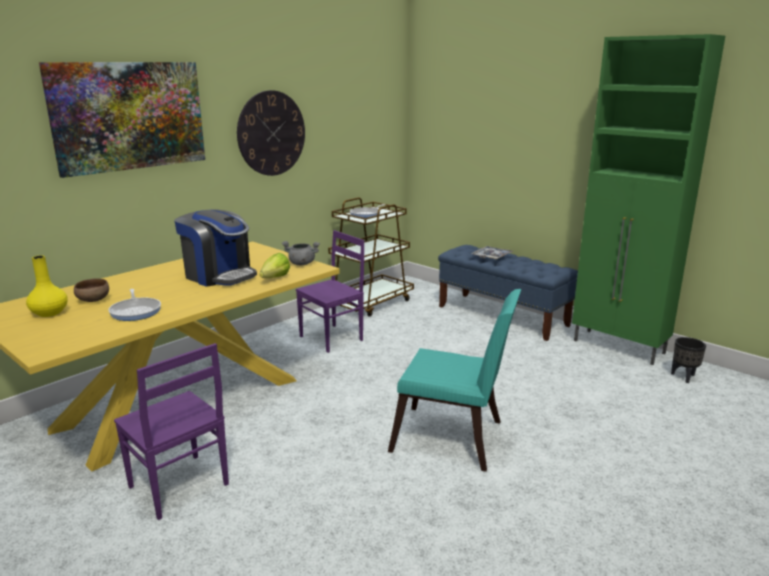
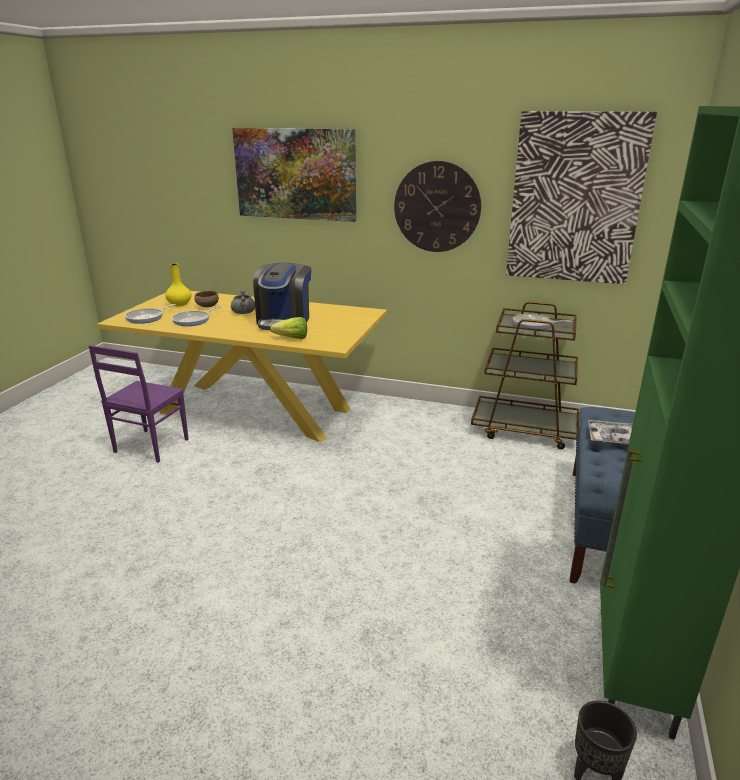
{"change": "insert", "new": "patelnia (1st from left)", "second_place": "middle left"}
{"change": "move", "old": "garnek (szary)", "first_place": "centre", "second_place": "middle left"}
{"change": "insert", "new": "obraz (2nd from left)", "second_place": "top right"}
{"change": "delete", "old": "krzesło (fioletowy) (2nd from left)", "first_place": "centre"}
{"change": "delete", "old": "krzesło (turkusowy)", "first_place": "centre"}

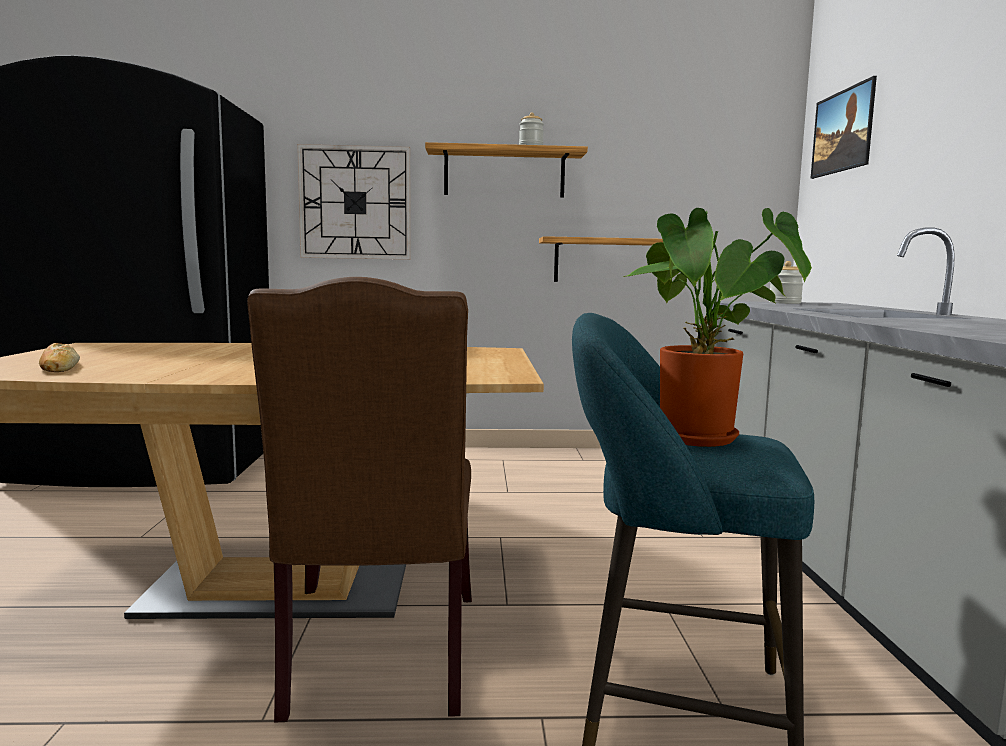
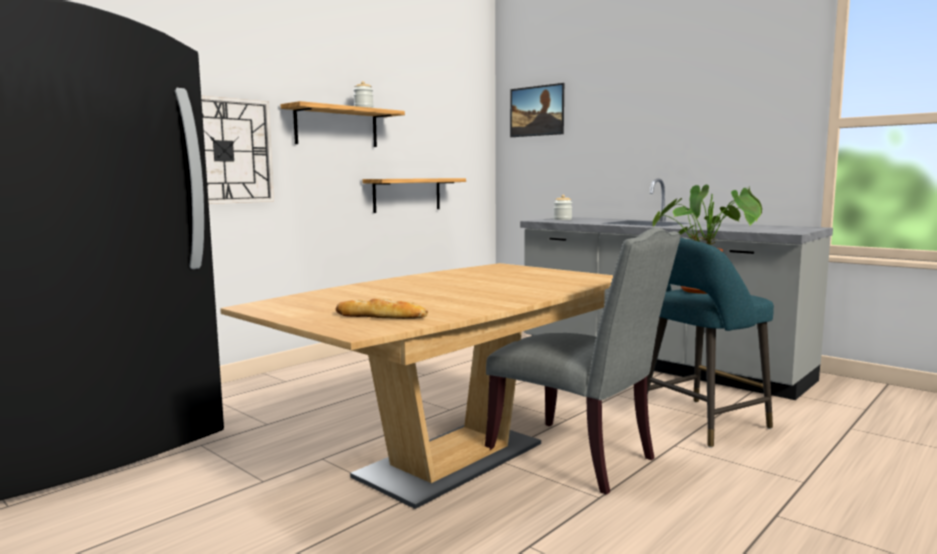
{"change": "recolor", "old": "krzesło (brązowy)", "new": "krzesło (szary)", "first_place": "bottom centre", "second_place": "centre"}

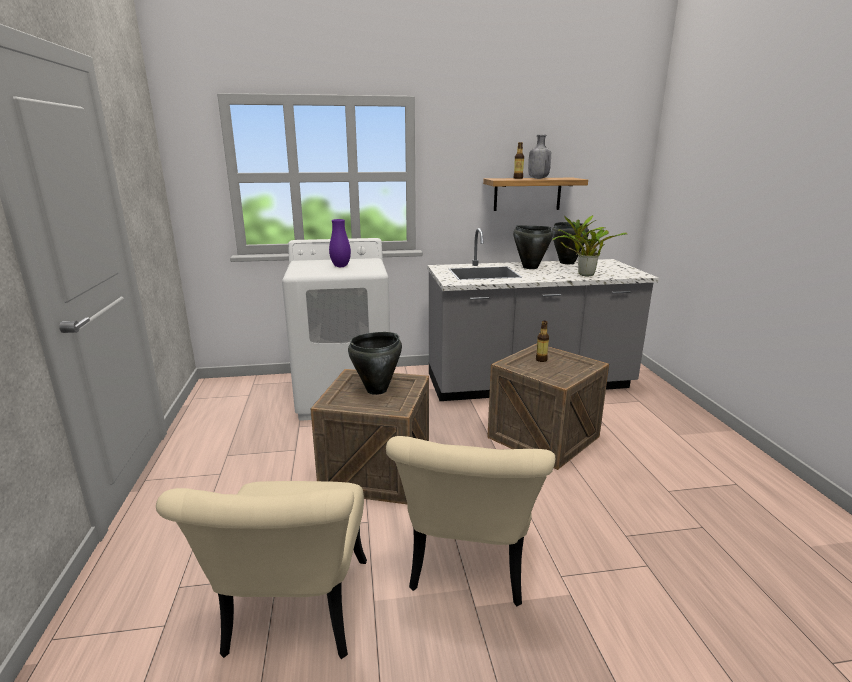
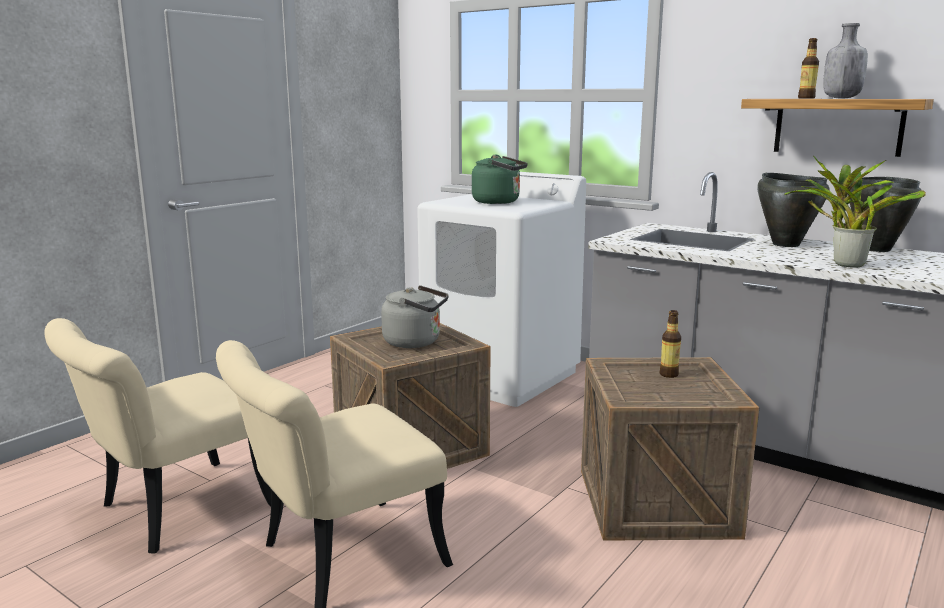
{"change": "replace", "old": "garnek (czarny) (1st from left)", "new": "czajnik (szary)", "first_place": "centre", "second_place": "centre"}
{"change": "replace", "old": "wazon (fioletowy)", "new": "czajnik (zielony)", "first_place": "centre", "second_place": "top centre"}

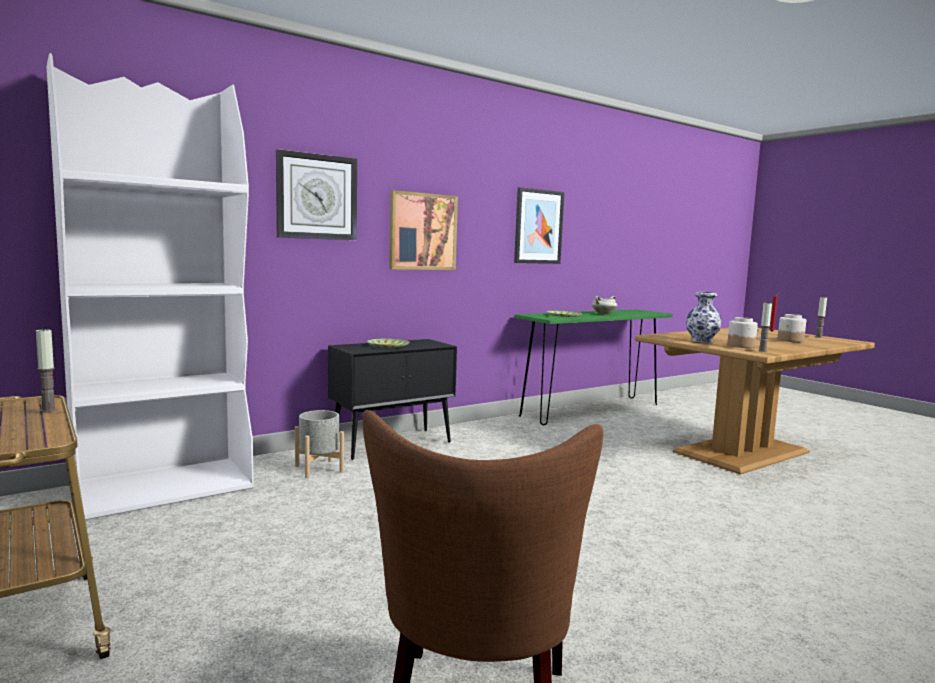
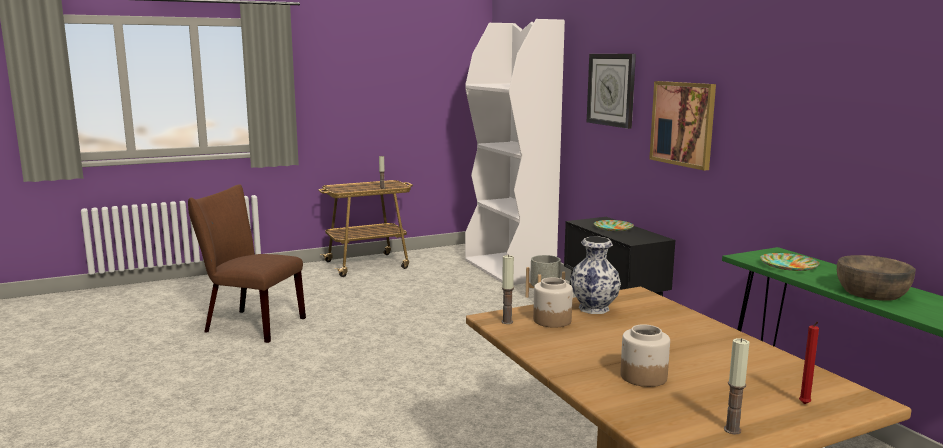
{"change": "replace", "old": "garnek (biały)", "new": "miska (brązowy)", "first_place": "centre", "second_place": "middle right"}
{"change": "delete", "old": "obraz (2nd from left)", "first_place": "top centre"}

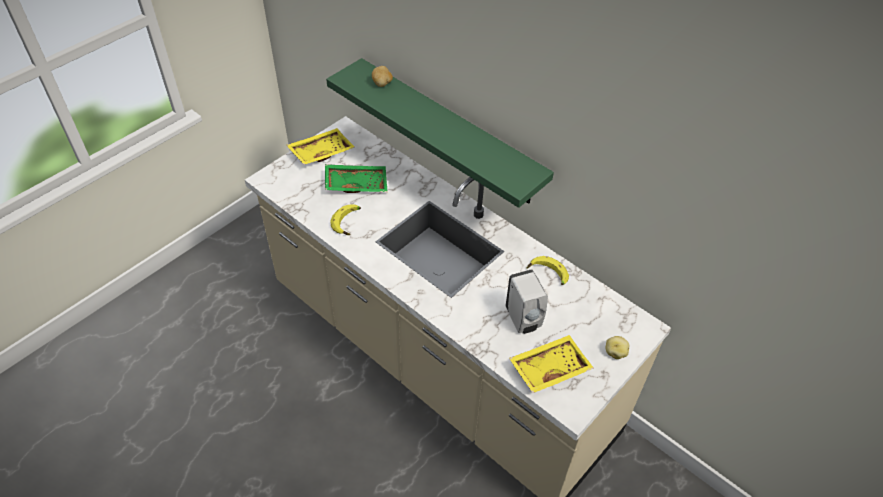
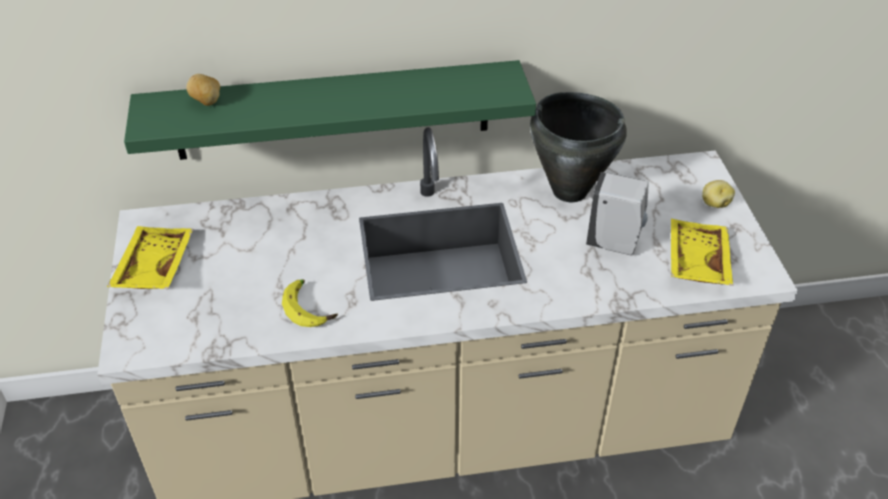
{"change": "replace", "old": "banan (2nd from left)", "new": "garnek (czarny)", "first_place": "centre", "second_place": "top centre"}
{"change": "delete", "old": "taca (zielony)", "first_place": "centre"}

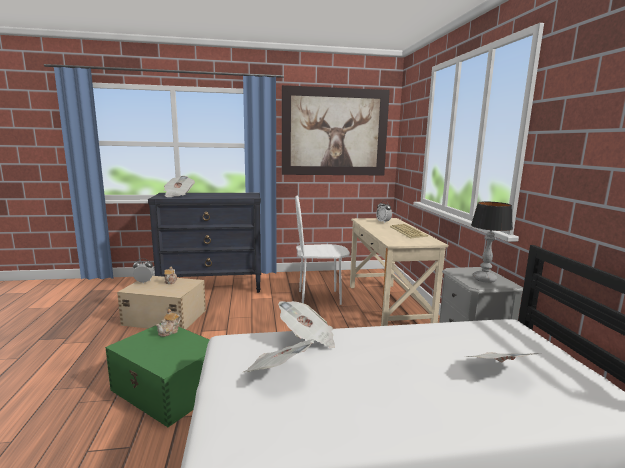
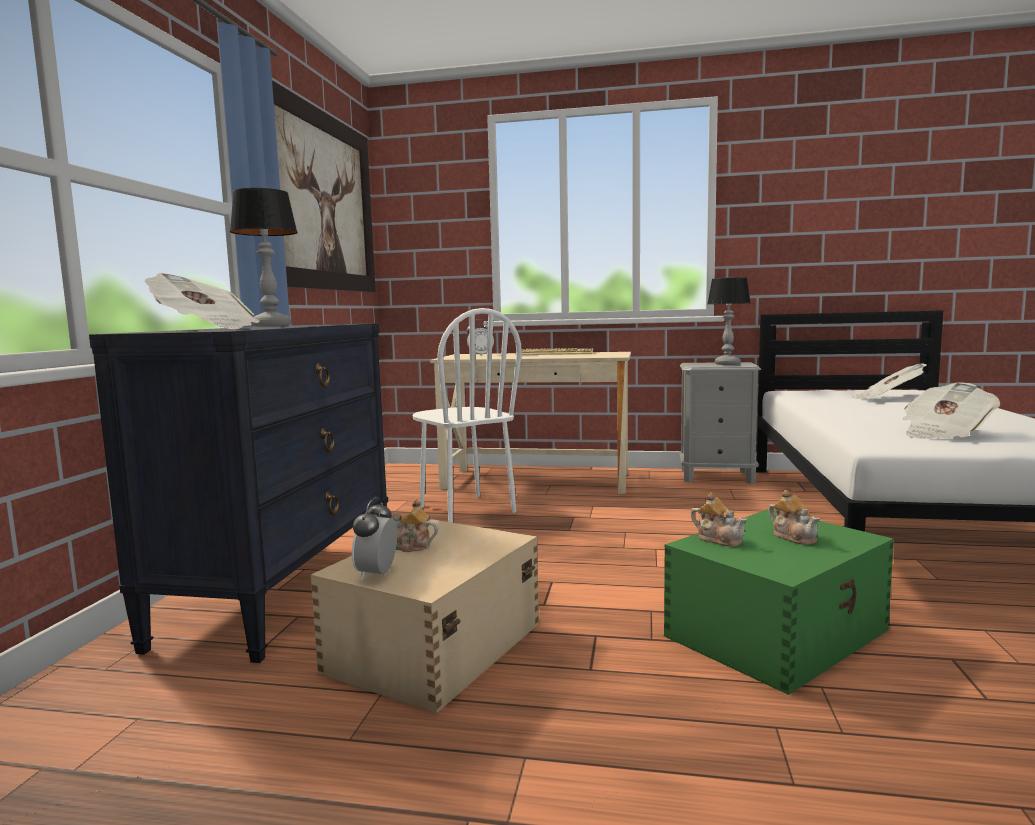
{"change": "insert", "new": "lampa stołowa (1st from left)", "second_place": "top left"}
{"change": "rotate", "old": "krzesło (biały)", "first_place": "centre", "second_place": "centre", "degrees": -45}
{"change": "insert", "new": "imbryk (3rd from left)", "second_place": "middle right"}
{"change": "delete", "old": "gazeta (3rd from left)", "first_place": "bottom centre"}

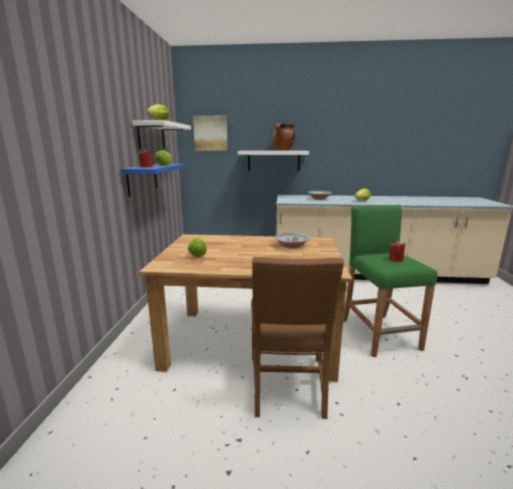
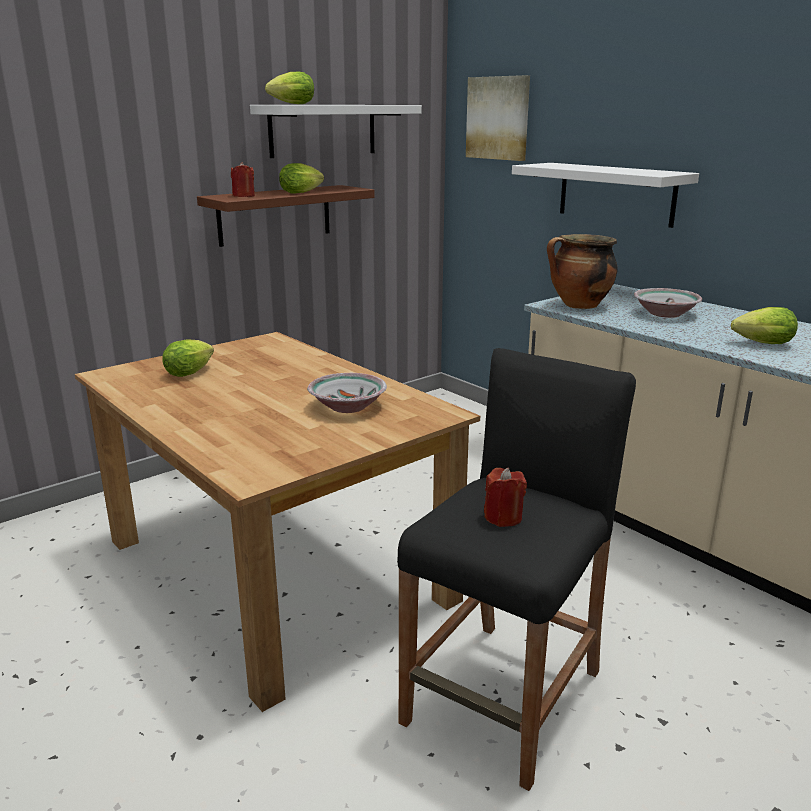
{"change": "recolor", "old": "półka (niebieski)", "new": "półka (brązowy)", "first_place": "middle left", "second_place": "top centre"}
{"change": "recolor", "old": "stołek (zielony)", "new": "stołek (czarny)", "first_place": "middle right", "second_place": "bottom centre"}
{"change": "move", "old": "garnek", "first_place": "top centre", "second_place": "middle right"}
{"change": "delete", "old": "krzesło (brązowy)", "first_place": "bottom centre"}

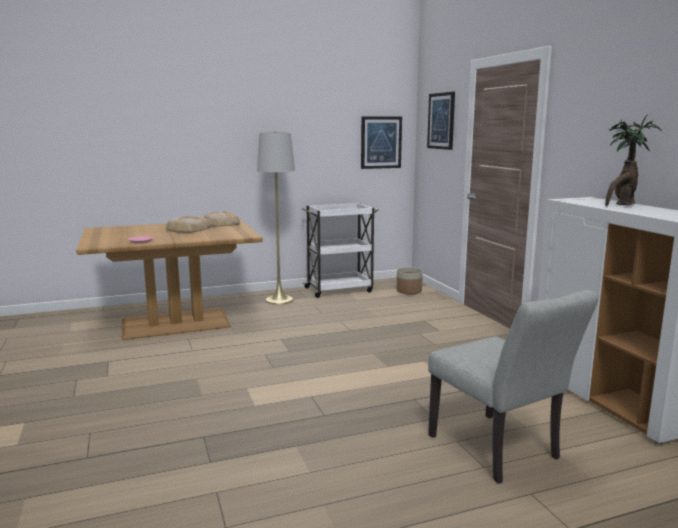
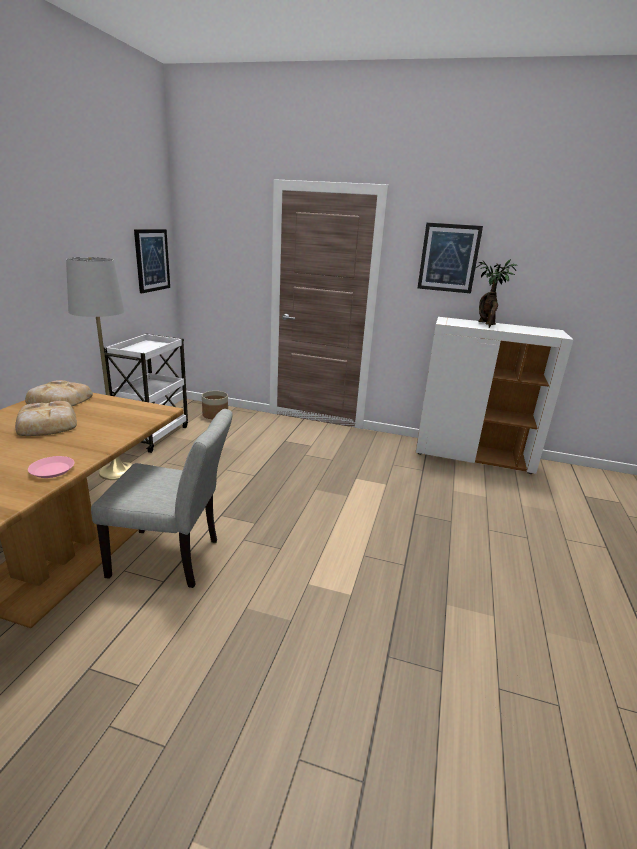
{"change": "move", "old": "krzesło (szary)", "first_place": "bottom right", "second_place": "middle left"}
{"change": "move", "old": "obraz (2nd from left)", "first_place": "top centre", "second_place": "top right"}

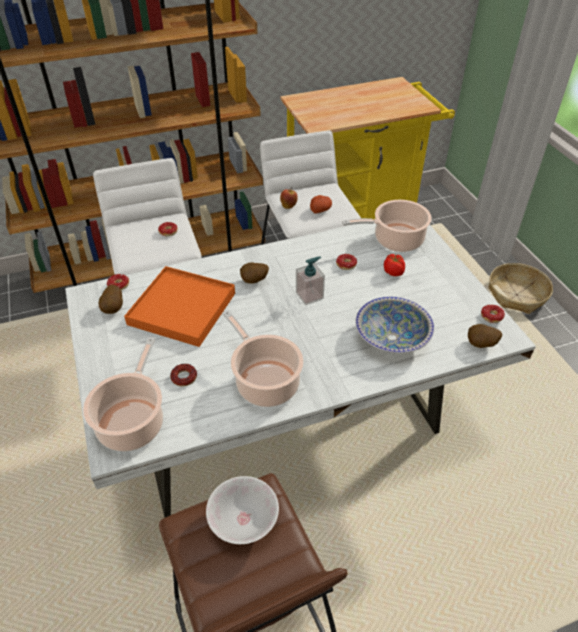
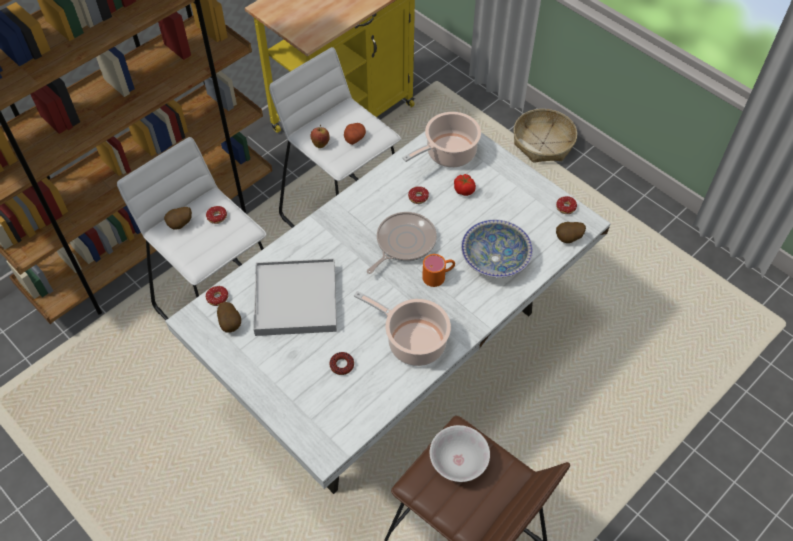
{"change": "move", "old": "ziemniak (2nd from left in the first image)", "new": "ziemniak (1st from left)", "first_place": "centre", "second_place": "middle left"}
{"change": "recolor", "old": "taca (pomarańczowy)", "new": "taca (biały)", "first_place": "middle left", "second_place": "centre"}
{"change": "replace", "old": "dozownik mydła", "new": "patelnia", "first_place": "centre", "second_place": "centre"}
{"change": "insert", "new": "kubek (pomarańczowy)", "second_place": "centre"}
{"change": "delete", "old": "garnek (1st from left)", "first_place": "middle left"}

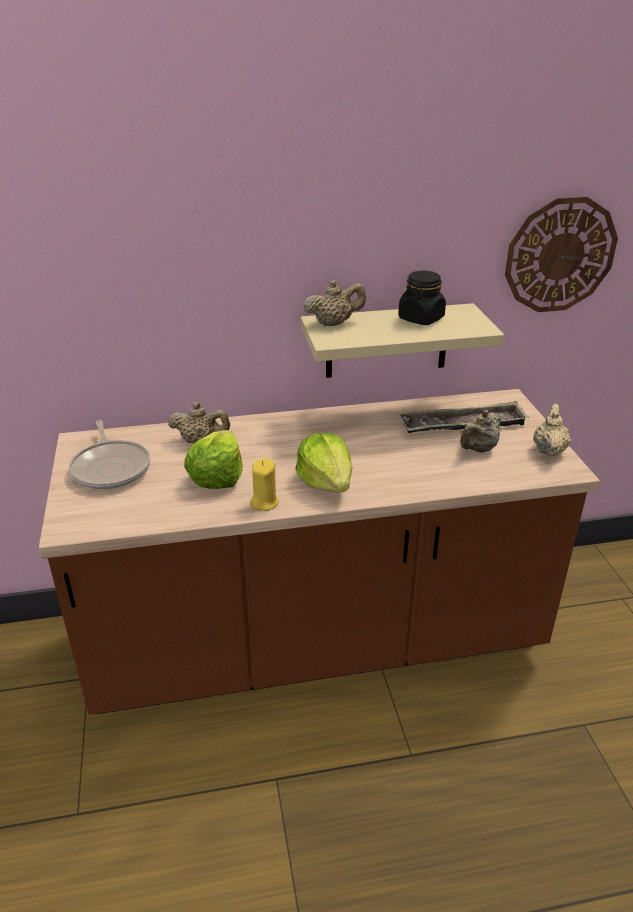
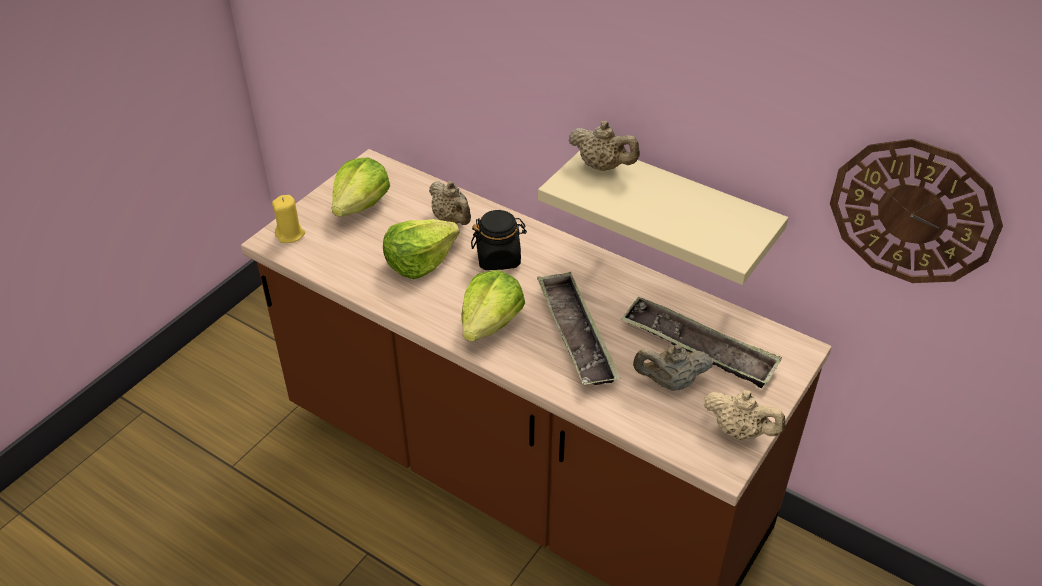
{"change": "move", "old": "świeca (żółty)", "first_place": "centre", "second_place": "middle left"}
{"change": "replace", "old": "patelnia", "new": "sałata (1st from left)", "first_place": "middle left", "second_place": "top centre"}
{"change": "move", "old": "słoik (czarny)", "first_place": "top right", "second_place": "centre"}
{"change": "insert", "new": "taca (1st from left)", "second_place": "centre"}
{"change": "rotate", "old": "imbryk (beżowy) (4th from left)", "first_place": "middle right", "second_place": "bottom right", "degrees": 60}

